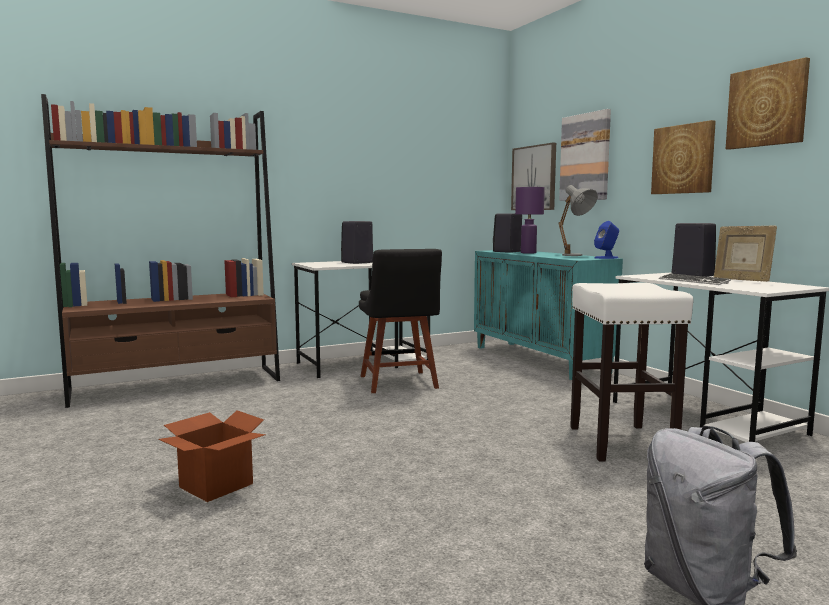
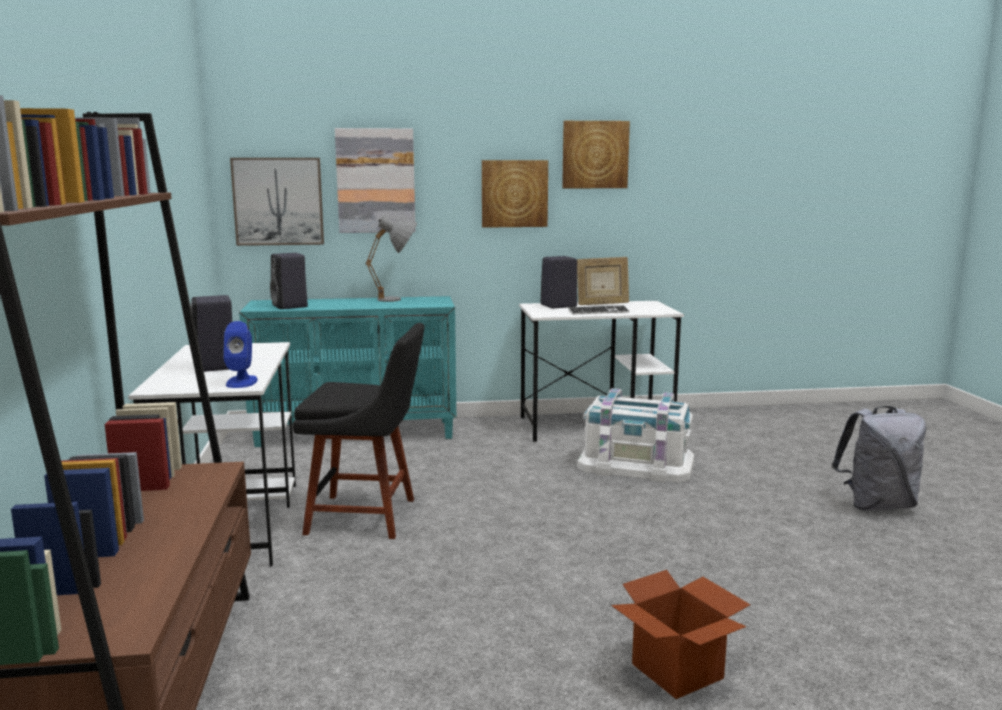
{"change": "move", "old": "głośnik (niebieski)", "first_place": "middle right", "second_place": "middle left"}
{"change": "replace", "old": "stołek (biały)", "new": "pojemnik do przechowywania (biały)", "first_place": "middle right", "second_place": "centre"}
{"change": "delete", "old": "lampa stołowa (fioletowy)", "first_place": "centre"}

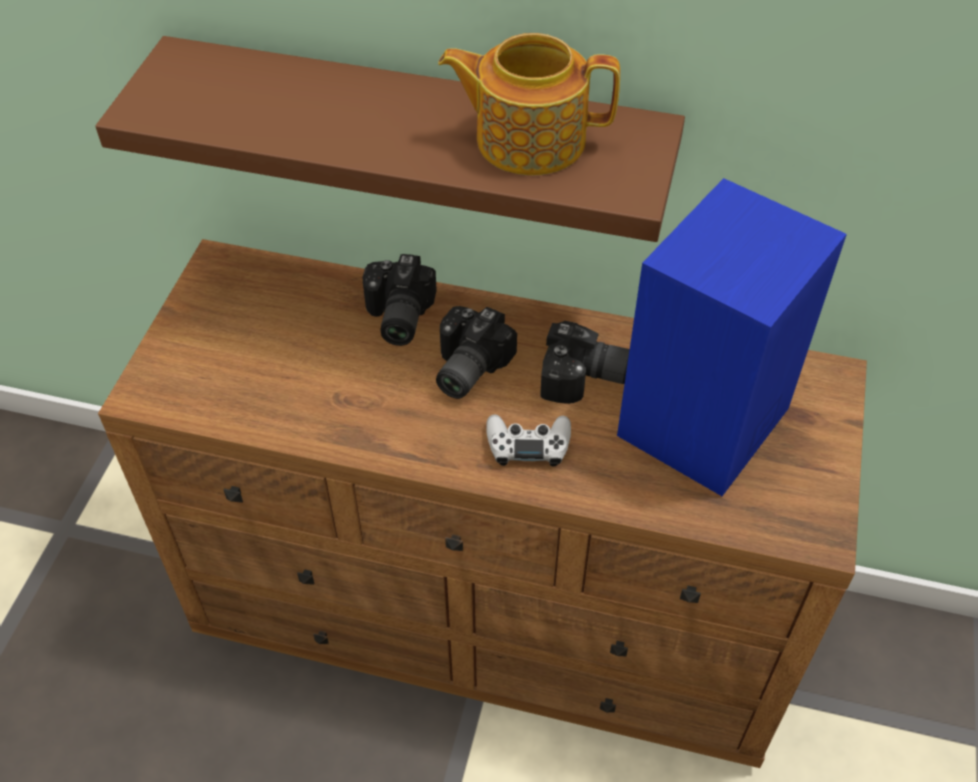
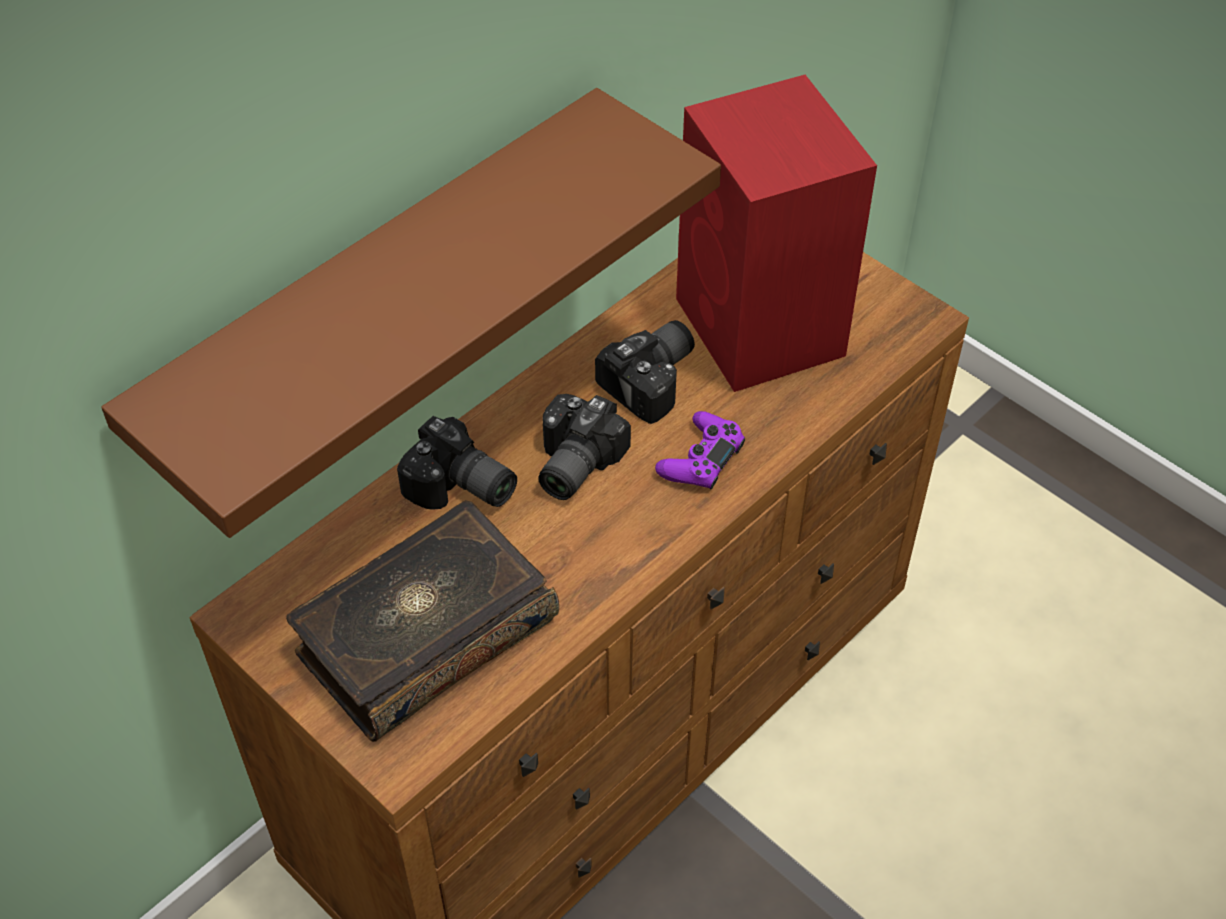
{"change": "insert", "new": "książka", "second_place": "bottom centre"}
{"change": "rotate", "old": "aparat fotograficzny (2nd from left)", "first_place": "centre", "second_place": "centre", "degrees": 60}
{"change": "recolor", "old": "pad do gier (biały)", "new": "pad do gier (fioletowy)", "first_place": "centre", "second_place": "centre"}
{"change": "recolor", "old": "głośnik (niebieski)", "new": "głośnik (czerwony)", "first_place": "middle right", "second_place": "top centre"}
{"change": "delete", "old": "imbryk", "first_place": "top centre"}

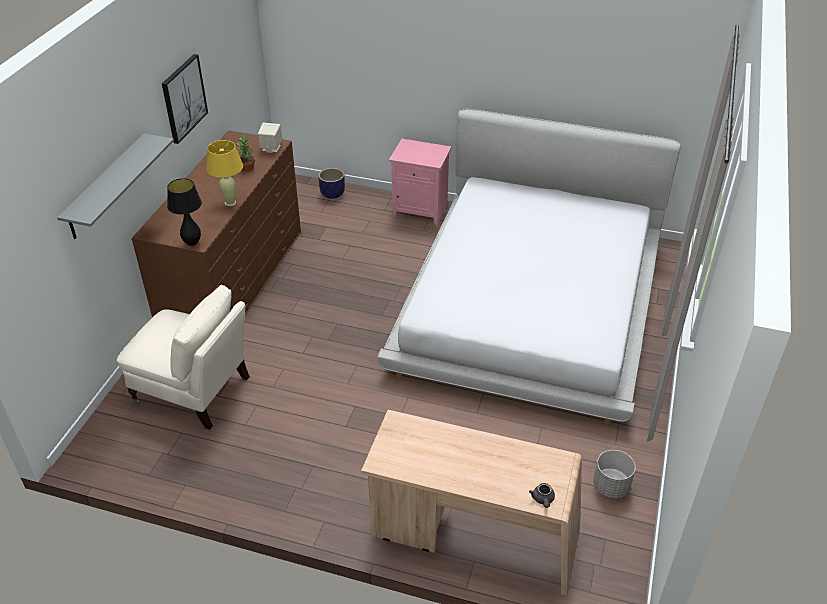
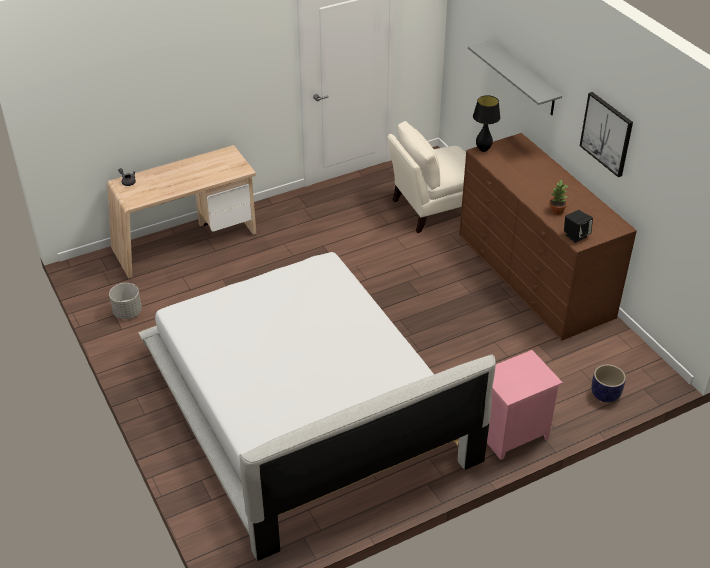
{"change": "recolor", "old": "głośnik (beżowy)", "new": "głośnik (czarny)", "first_place": "top left", "second_place": "middle right"}
{"change": "delete", "old": "lampa stołowa (żółty)", "first_place": "top left"}

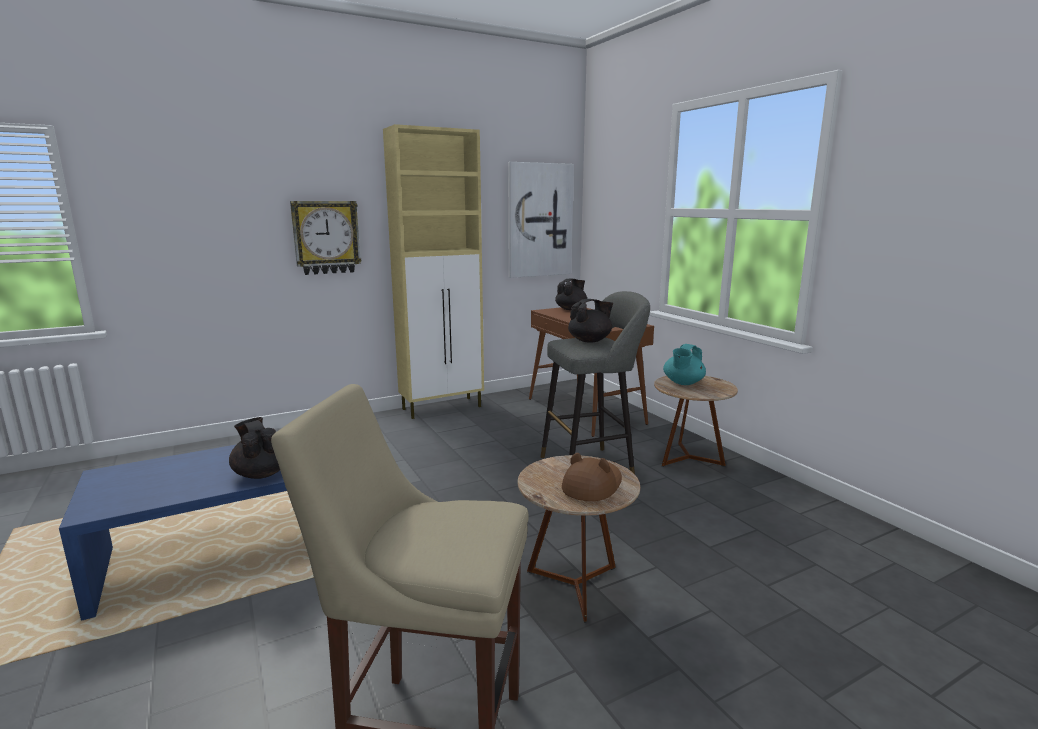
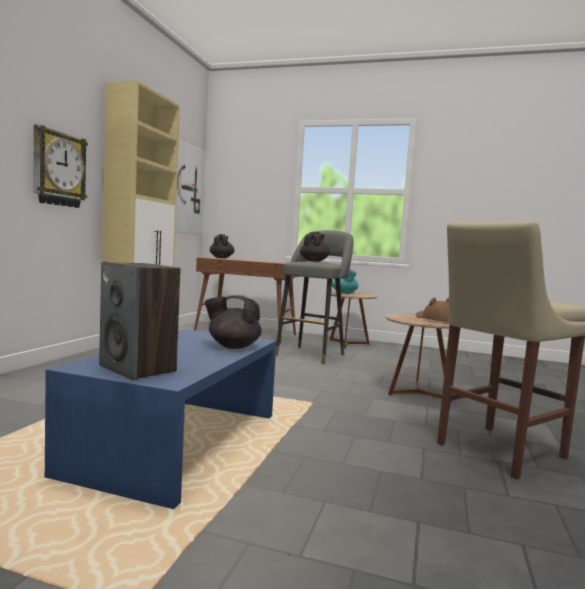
{"change": "insert", "new": "głośnik", "second_place": "middle left"}

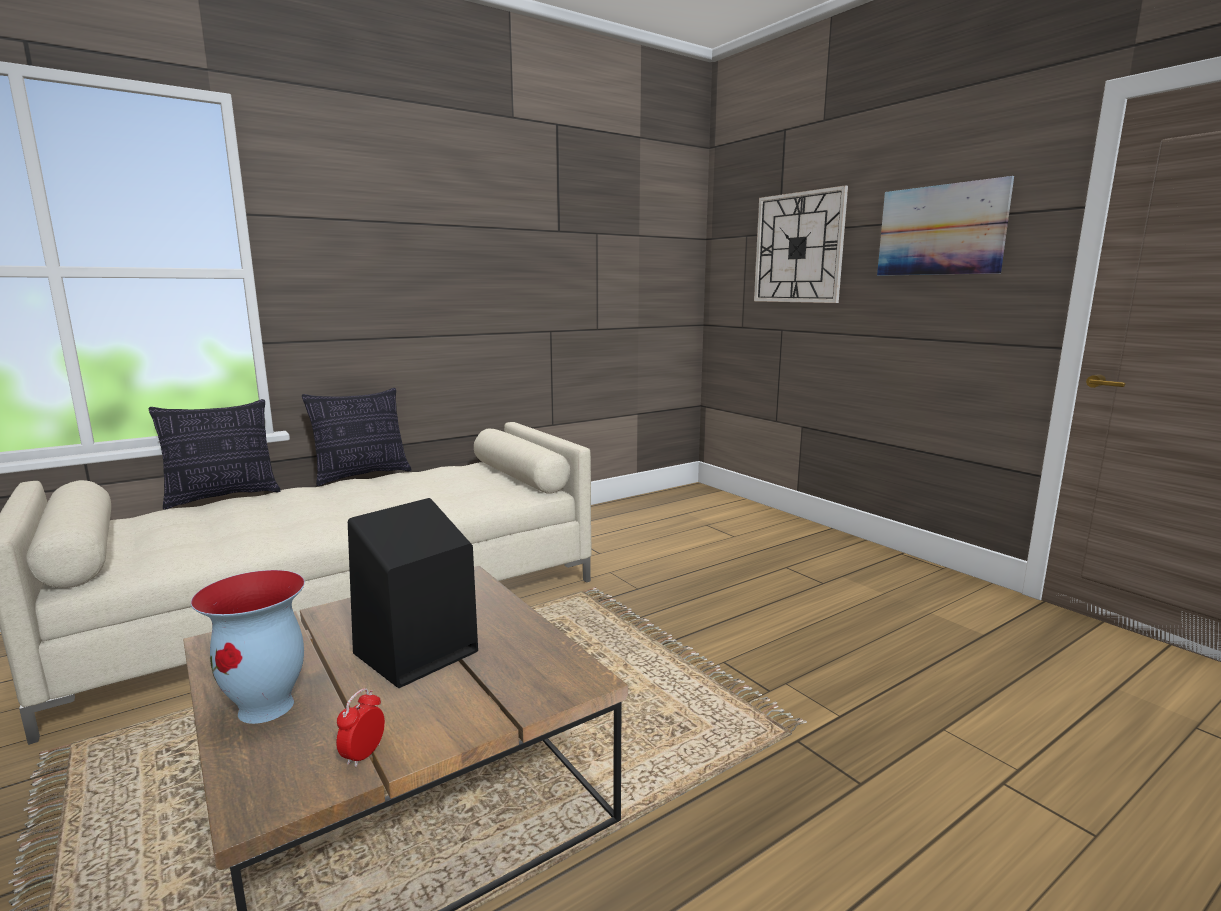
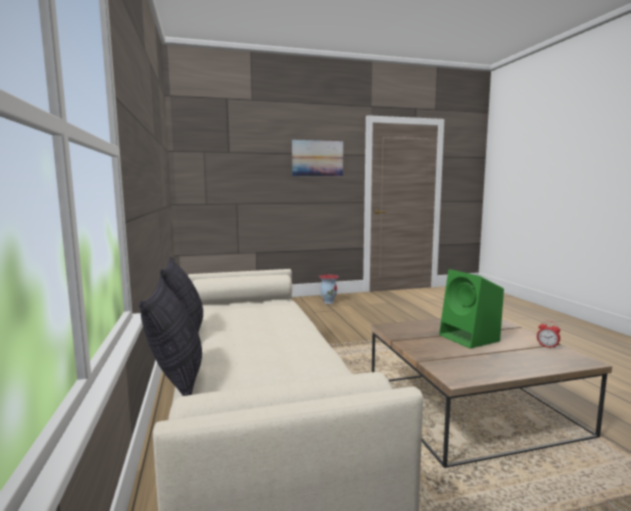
{"change": "move", "old": "wazon", "first_place": "bottom left", "second_place": "centre"}
{"change": "recolor", "old": "głośnik (czarny)", "new": "głośnik (zielony)", "first_place": "centre", "second_place": "middle right"}
{"change": "delete", "old": "zegar ścienny", "first_place": "top centre"}

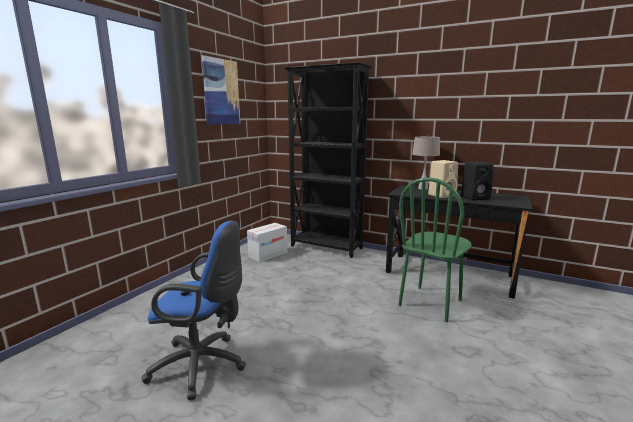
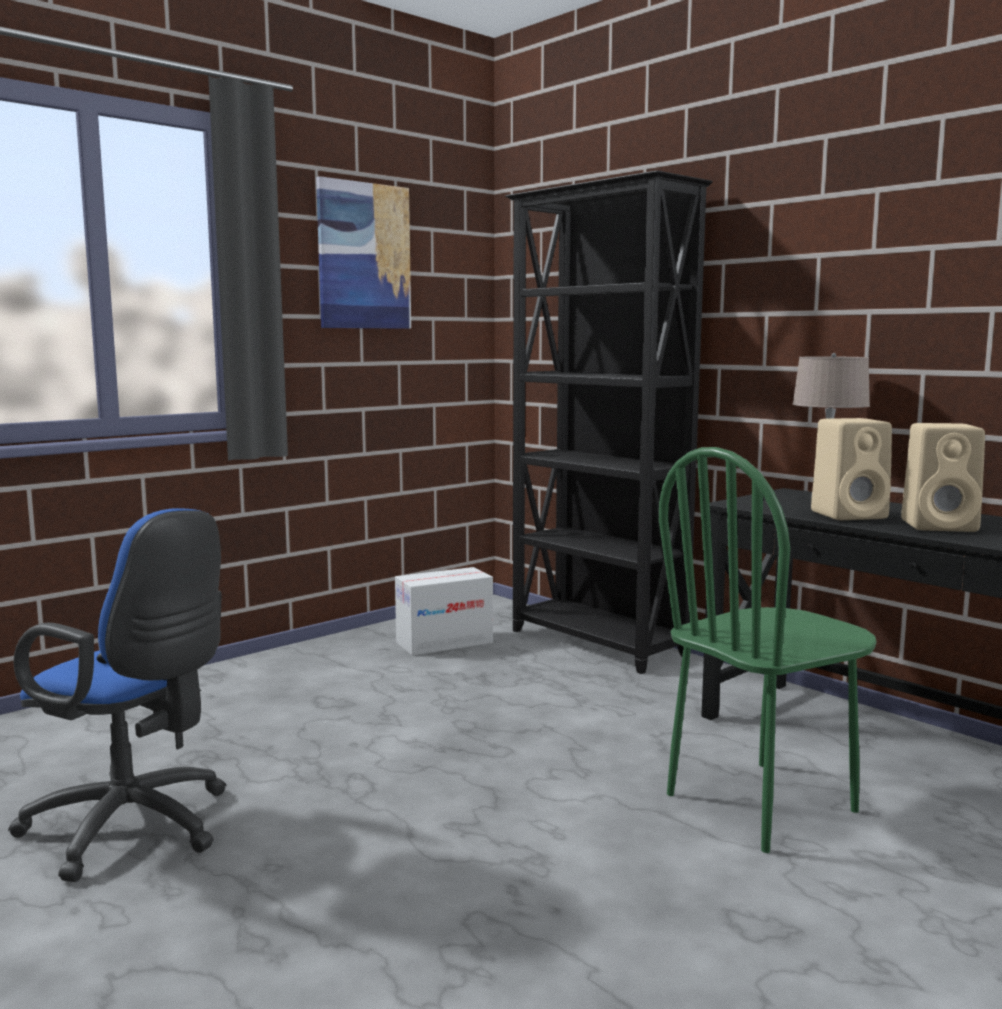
{"change": "recolor", "old": "głośnik (czarny)", "new": "głośnik (beżowy) (2nd from left)", "first_place": "middle right", "second_place": "middle right"}

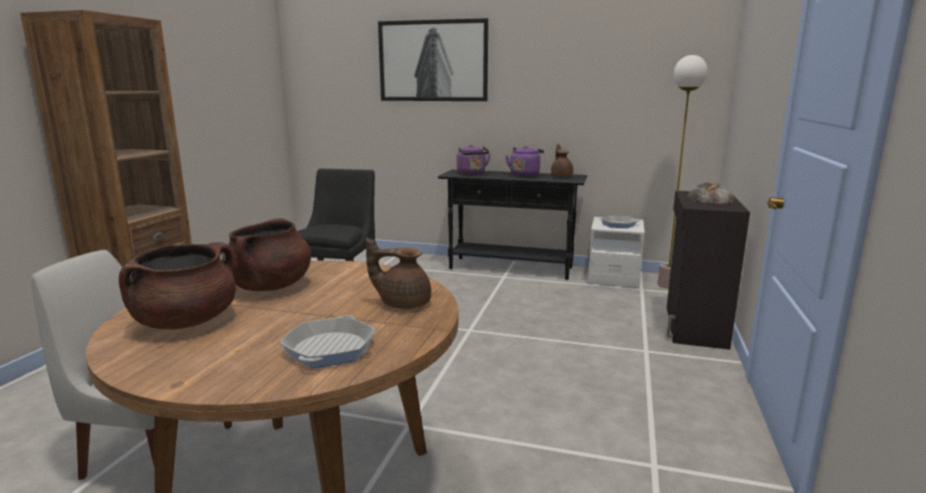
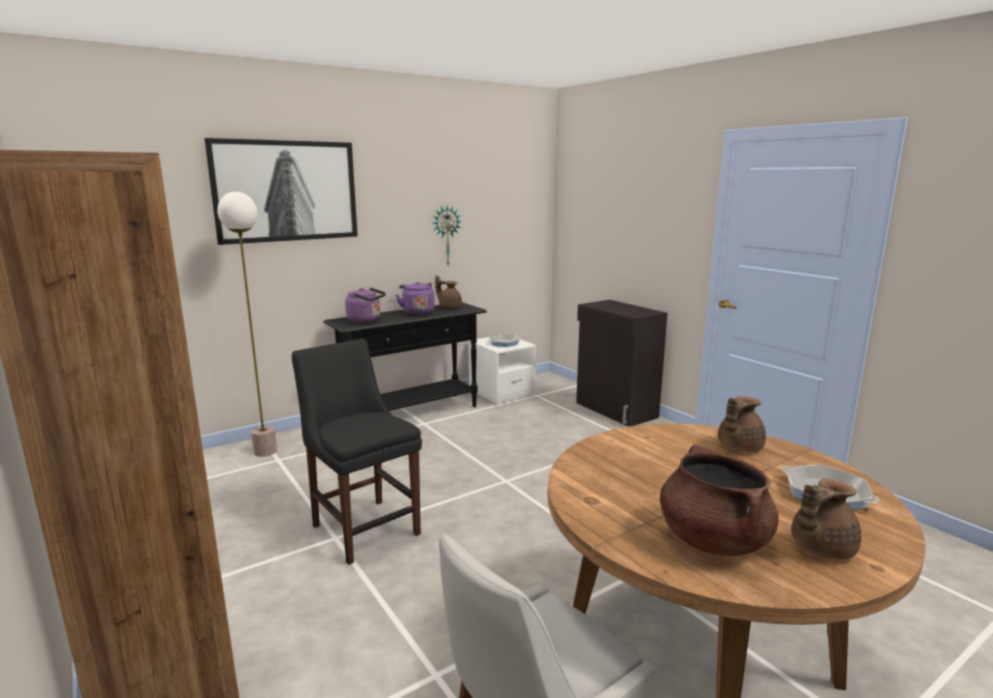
{"change": "move", "old": "lampa stojąca", "first_place": "middle right", "second_place": "middle left"}
{"change": "insert", "new": "zegar ścienny", "second_place": "centre"}
{"change": "insert", "new": "imbryk (brązowy) (3rd from left)", "second_place": "bottom right"}
{"change": "delete", "old": "garnek (brązowy) (2nd from left)", "first_place": "middle left"}
{"change": "delete", "old": "chleb", "first_place": "middle right"}

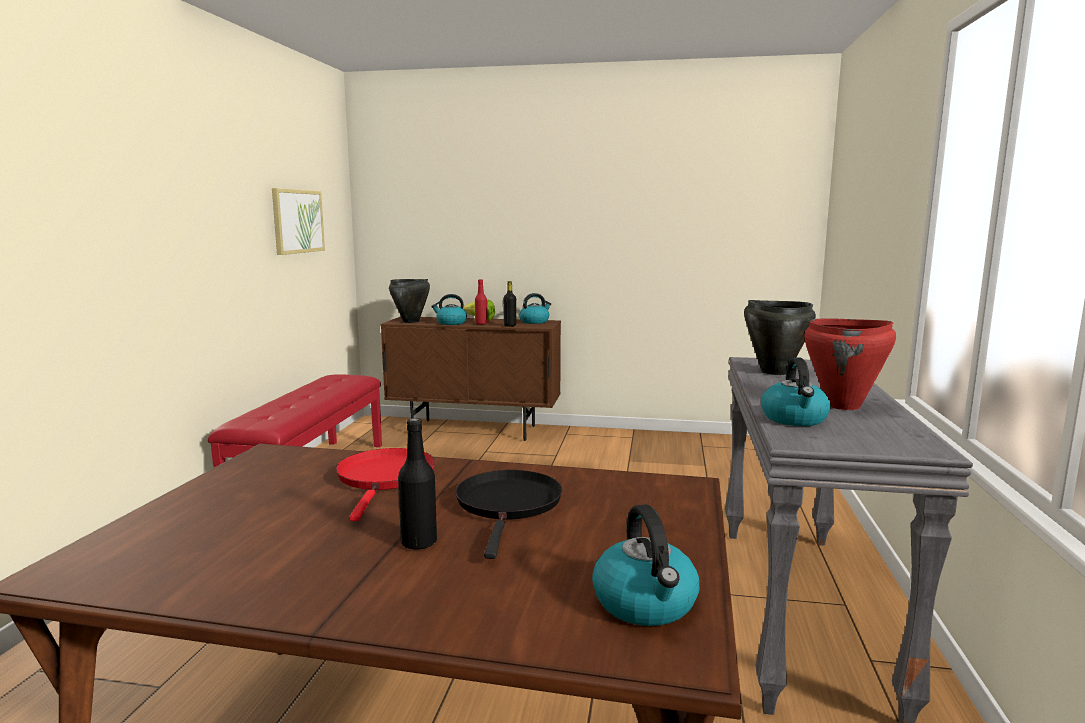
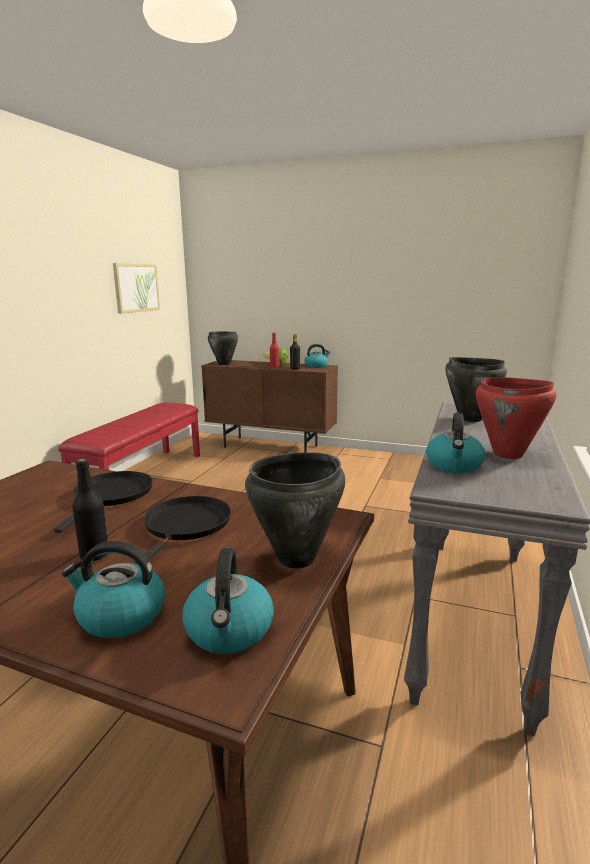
{"change": "recolor", "old": "patelnia (czerwony)", "new": "patelnia (czarny) (1st from left)", "first_place": "bottom centre", "second_place": "middle left"}
{"change": "move", "old": "czajnik (1st from left)", "first_place": "centre", "second_place": "bottom left"}
{"change": "insert", "new": "garnek (czarny) (2nd from left)", "second_place": "centre"}

